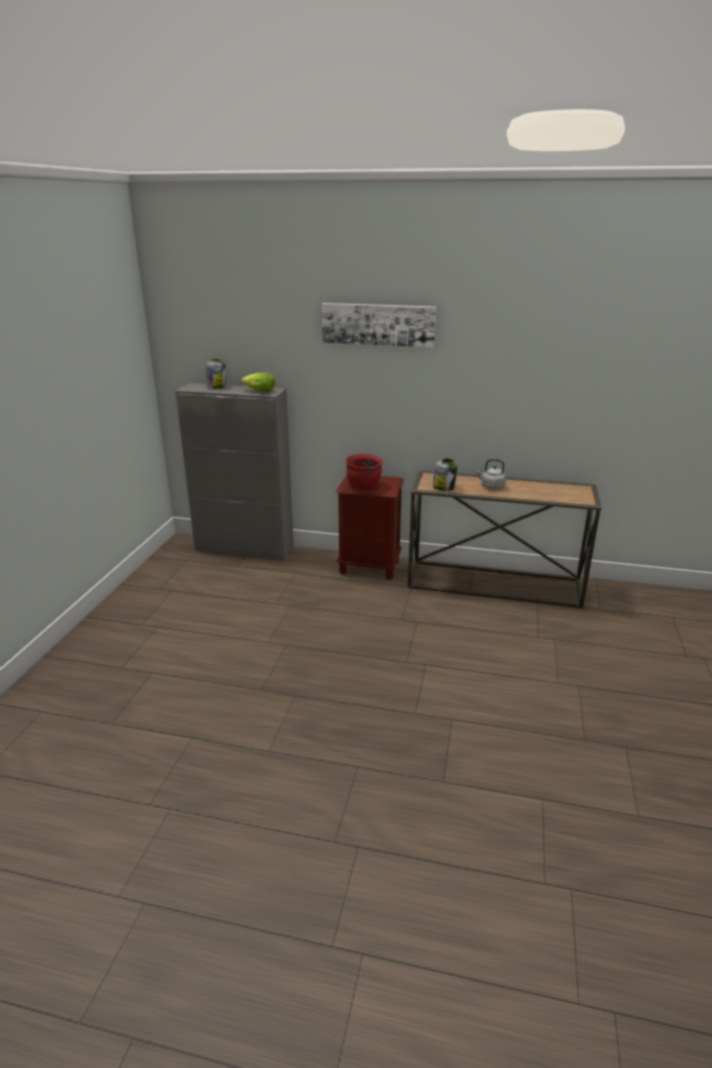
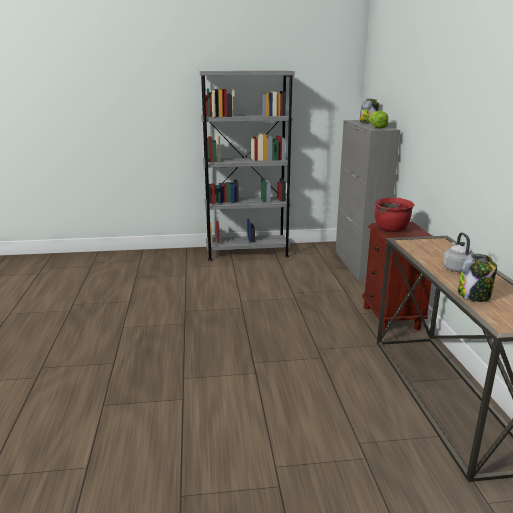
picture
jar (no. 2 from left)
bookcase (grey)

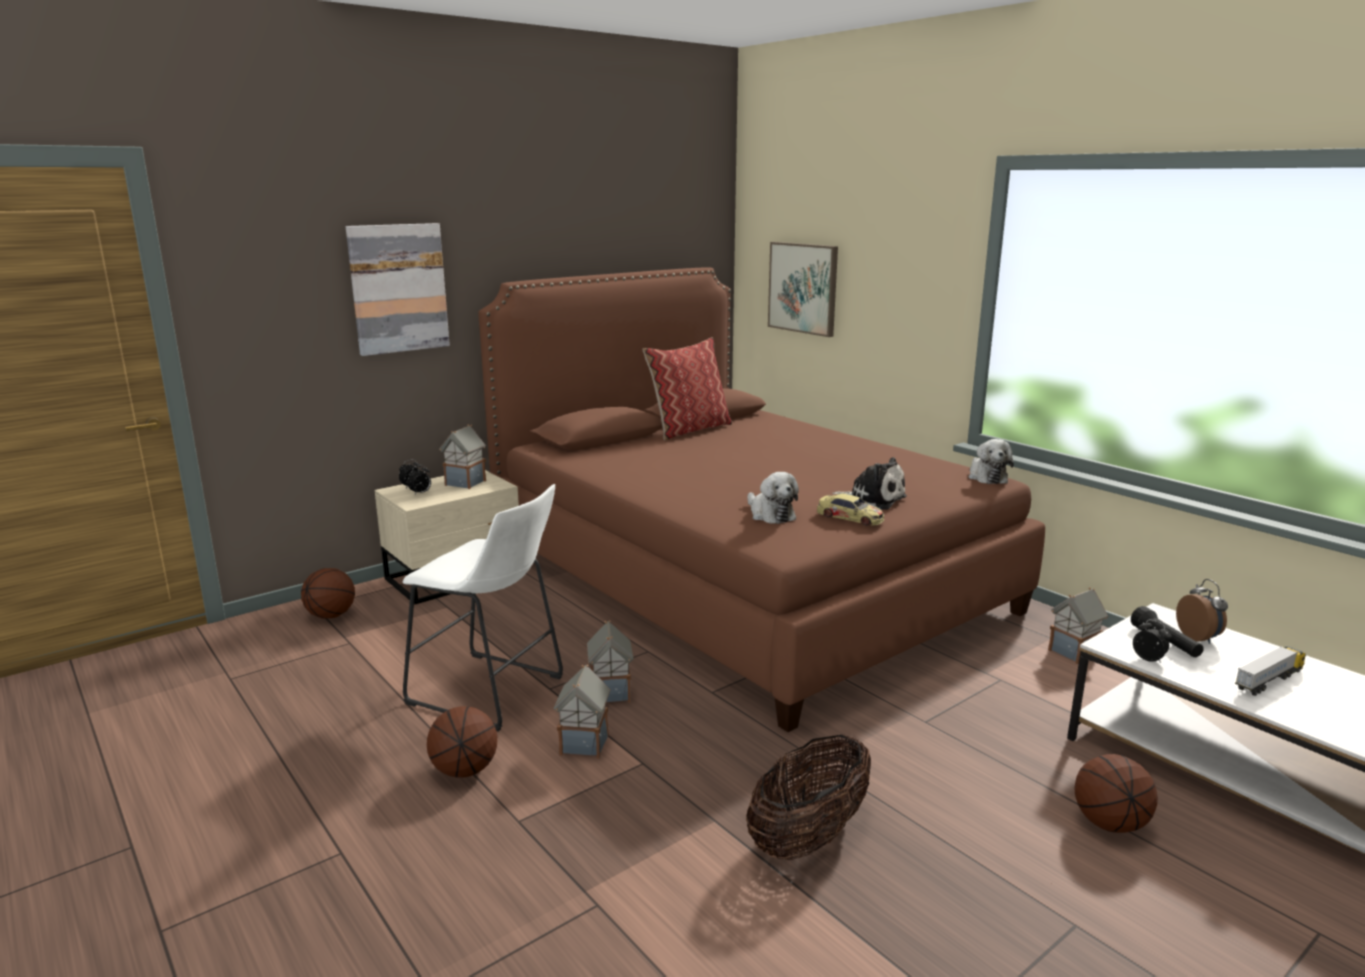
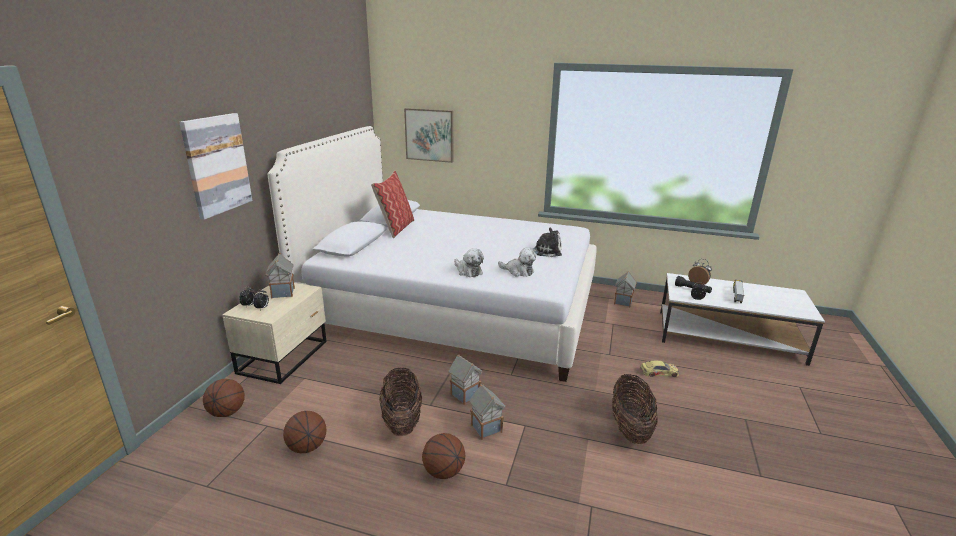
bed (white)
plush toy (no. 1 from left)
basket (no. 1 from left)
toy car
basketball (no. 2 from left)

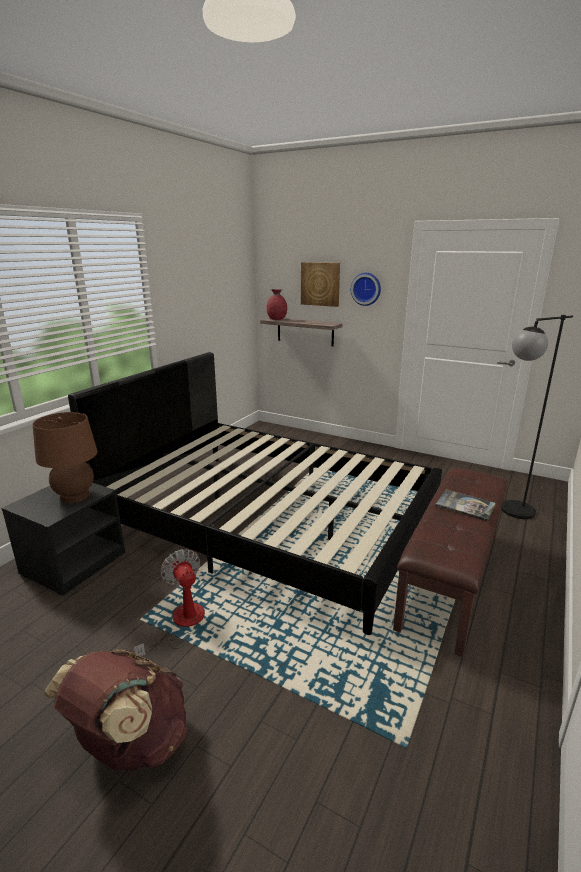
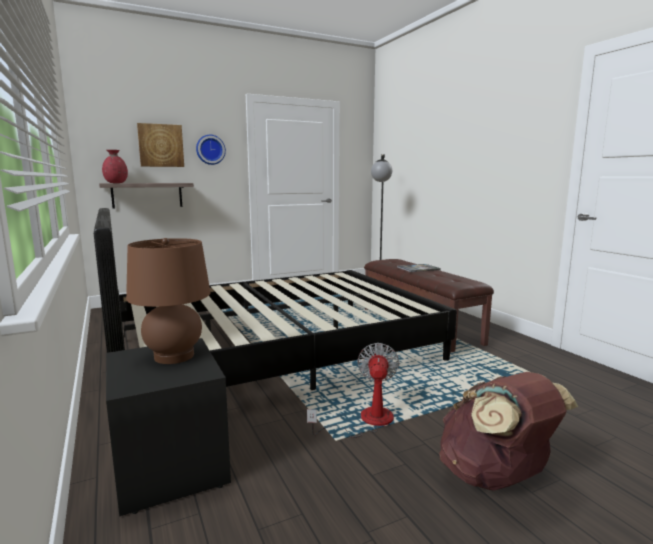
fan

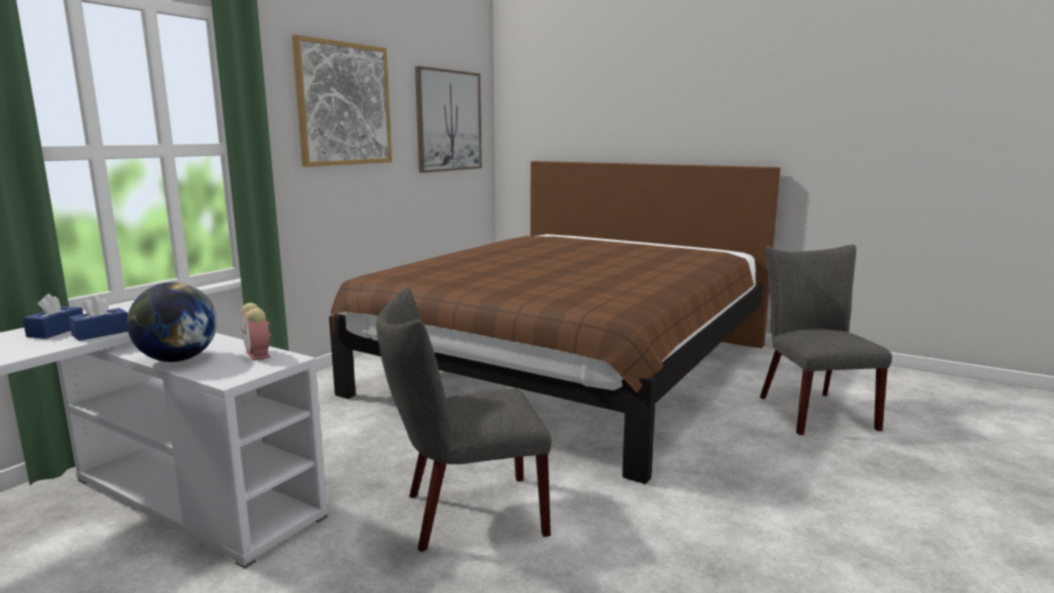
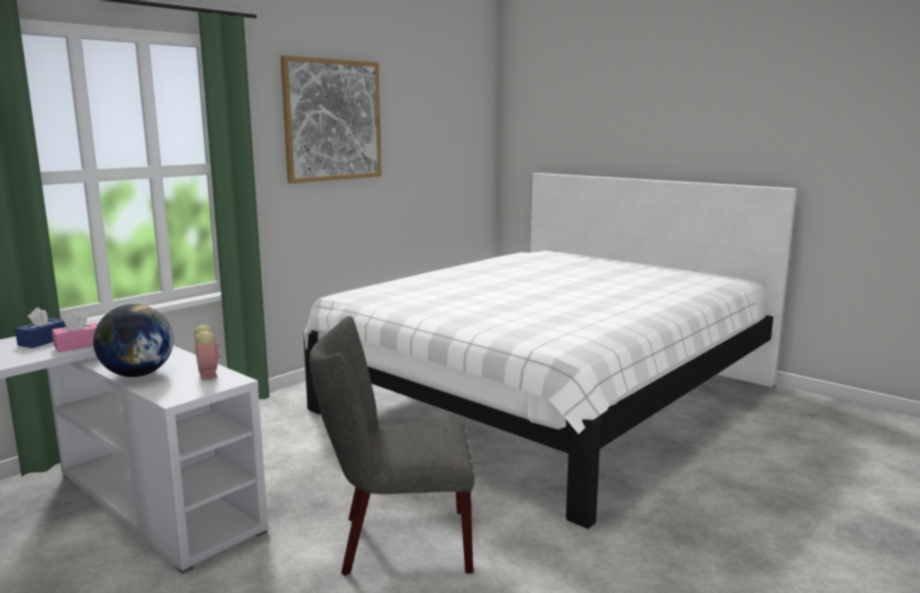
picture (no. 2 from left in the first image)
bed (white)
chair (grey) (no. 2 from left in the first image)
tissue box (pink)

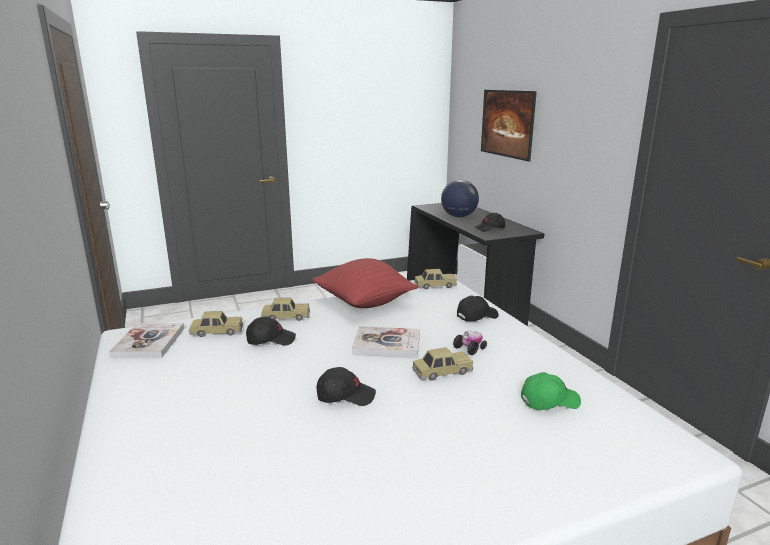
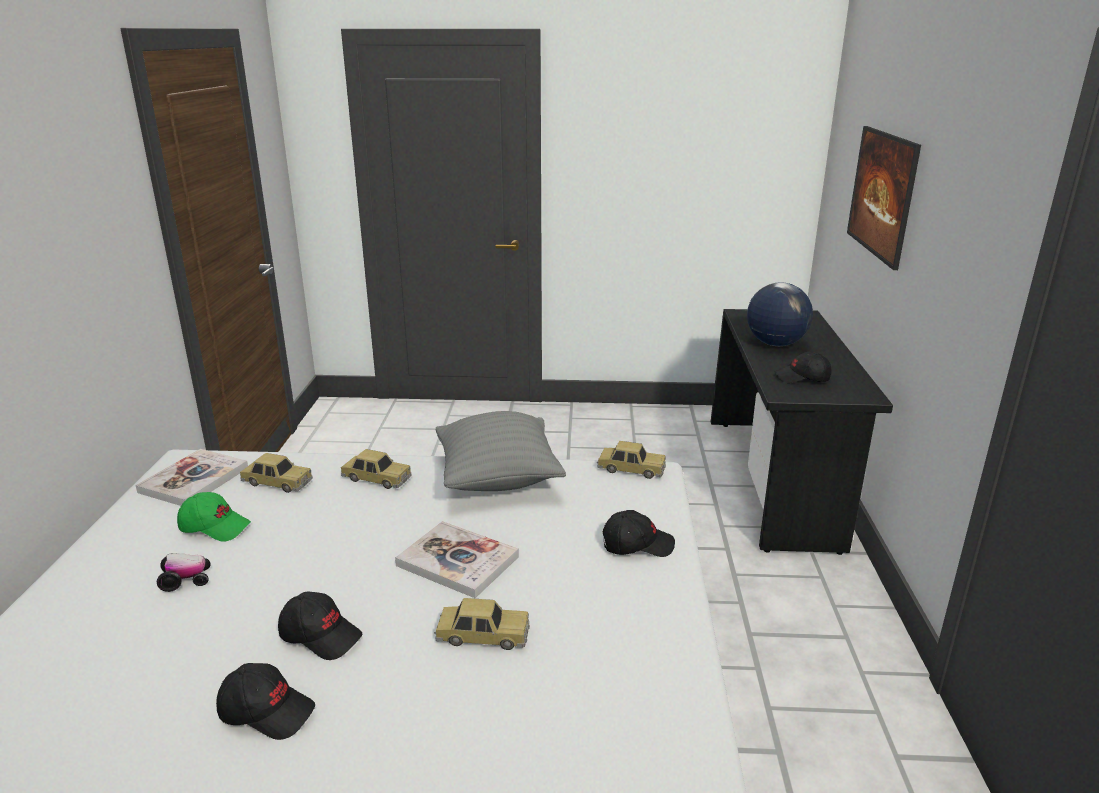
pillow (grey)
cap (black) (no. 1 from left)
toy car (no. 1 from left)
cap (green)

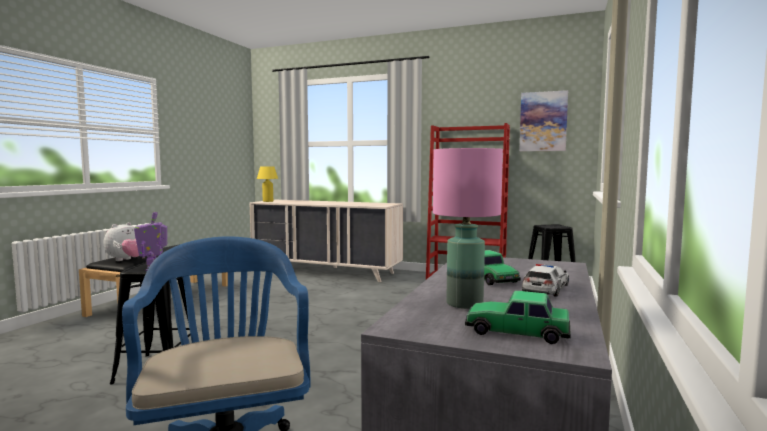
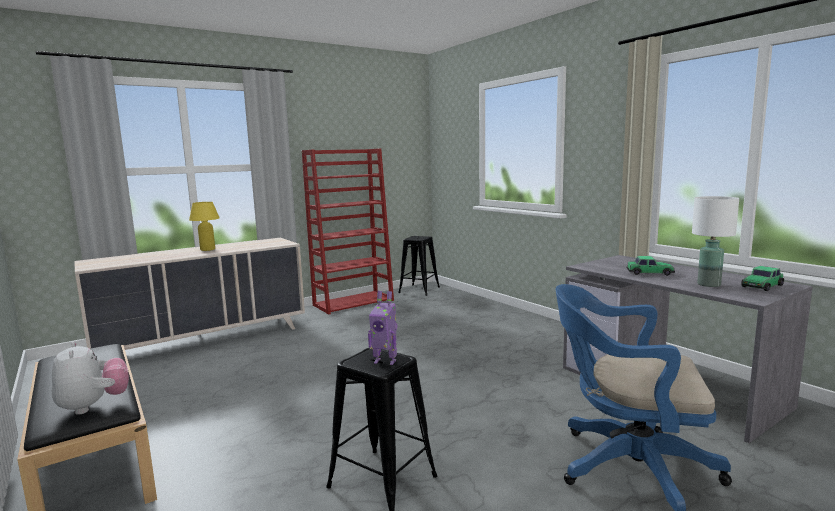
picture
table lamp (white)
table lamp (yellow)
toy car (no. 3 from left in the first image)

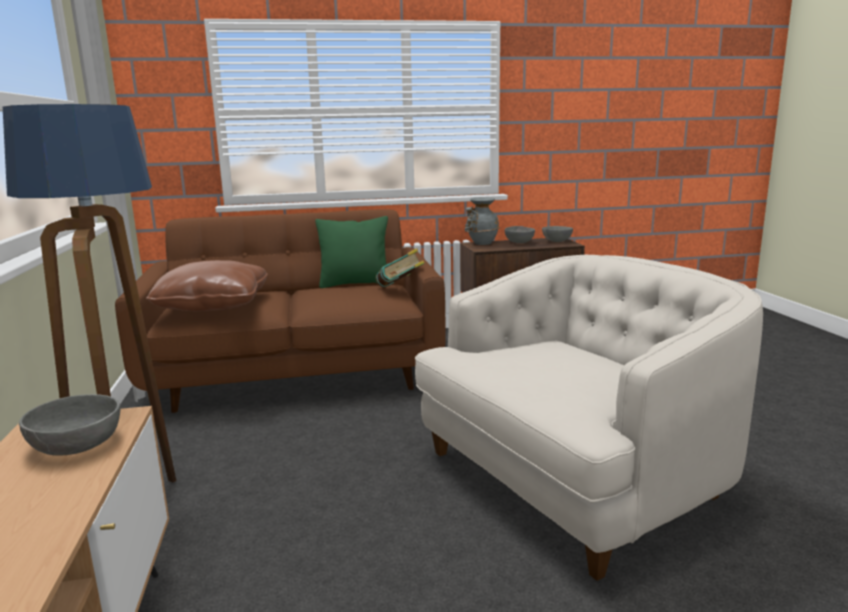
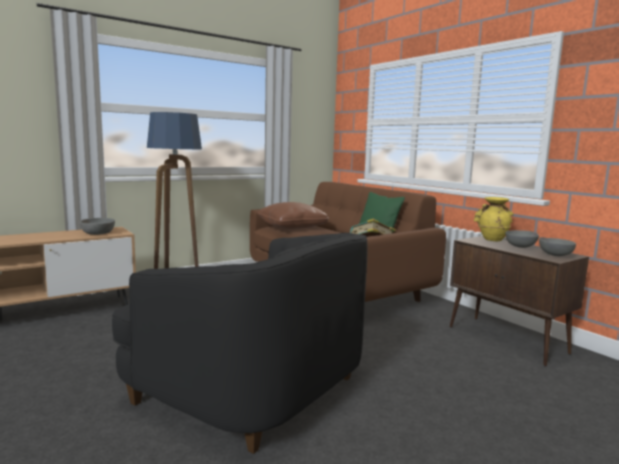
vase (yellow)
armchair (black)

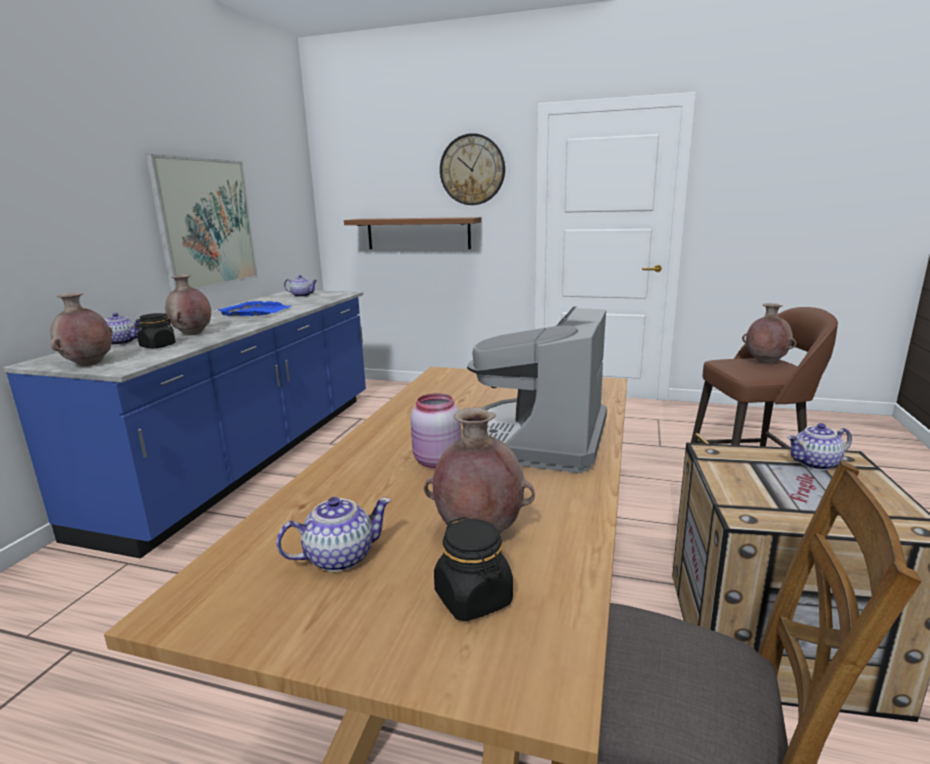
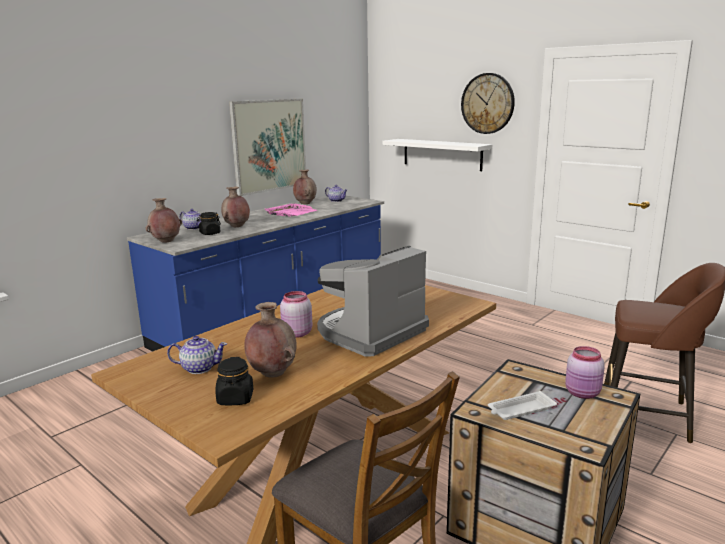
shelf (white)
tray (pink)
vase (brown) (no. 4 from left)
jar (pink) (no. 2 from left)
tray (white)

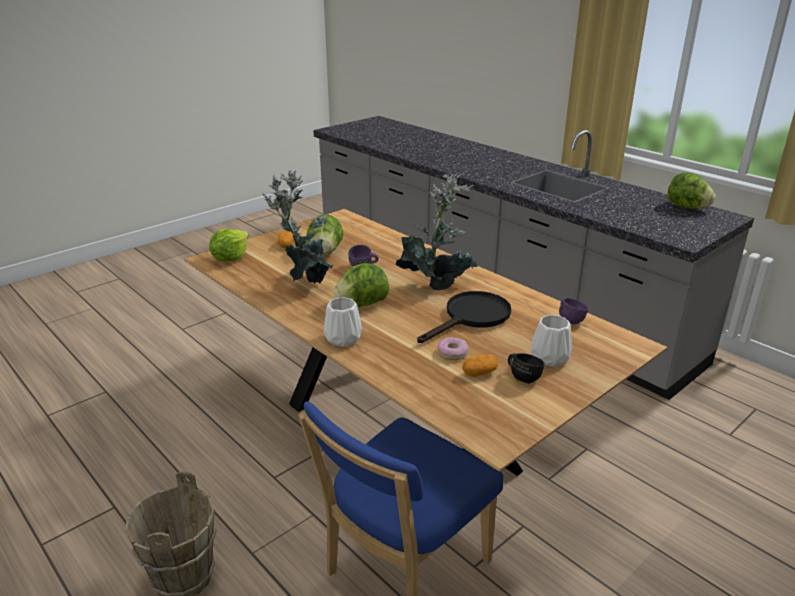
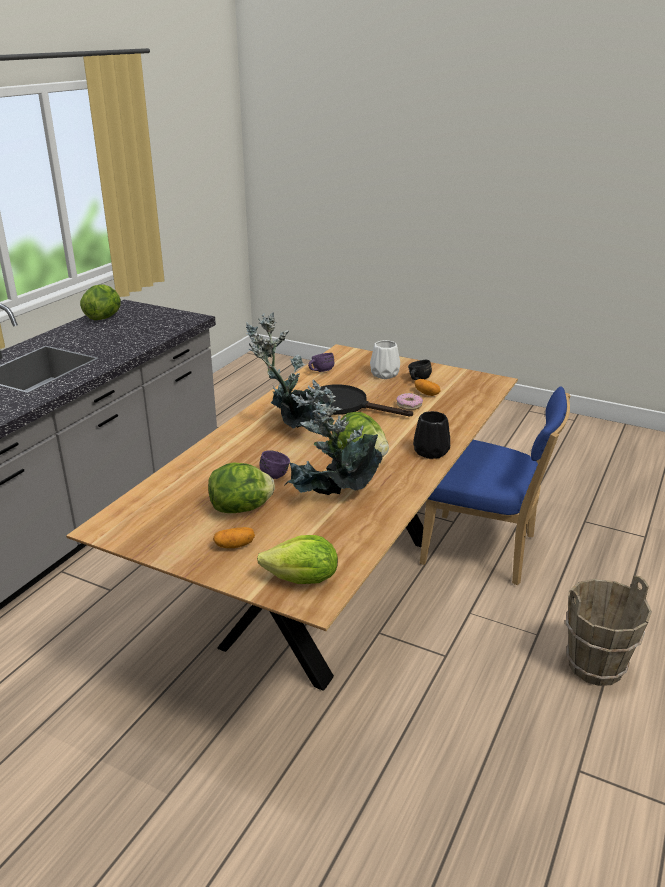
vase (black)

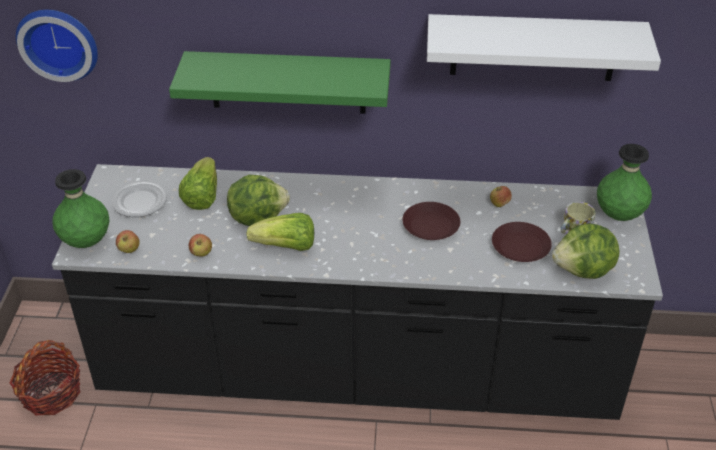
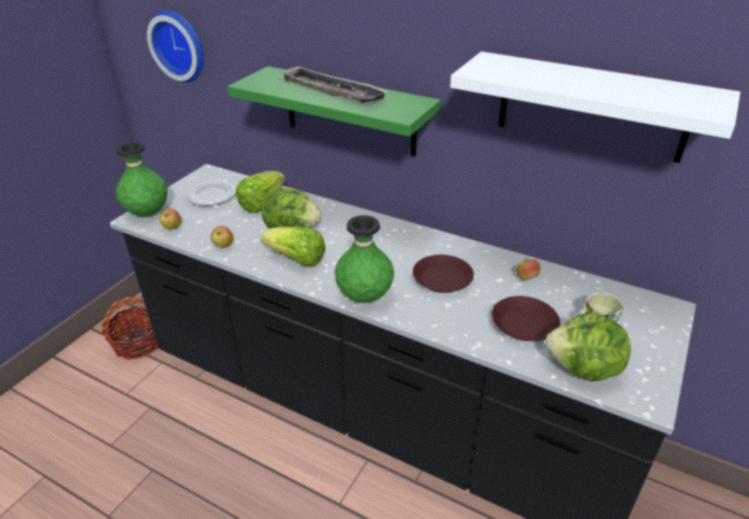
vase (green) (no. 2 from left)
tray

